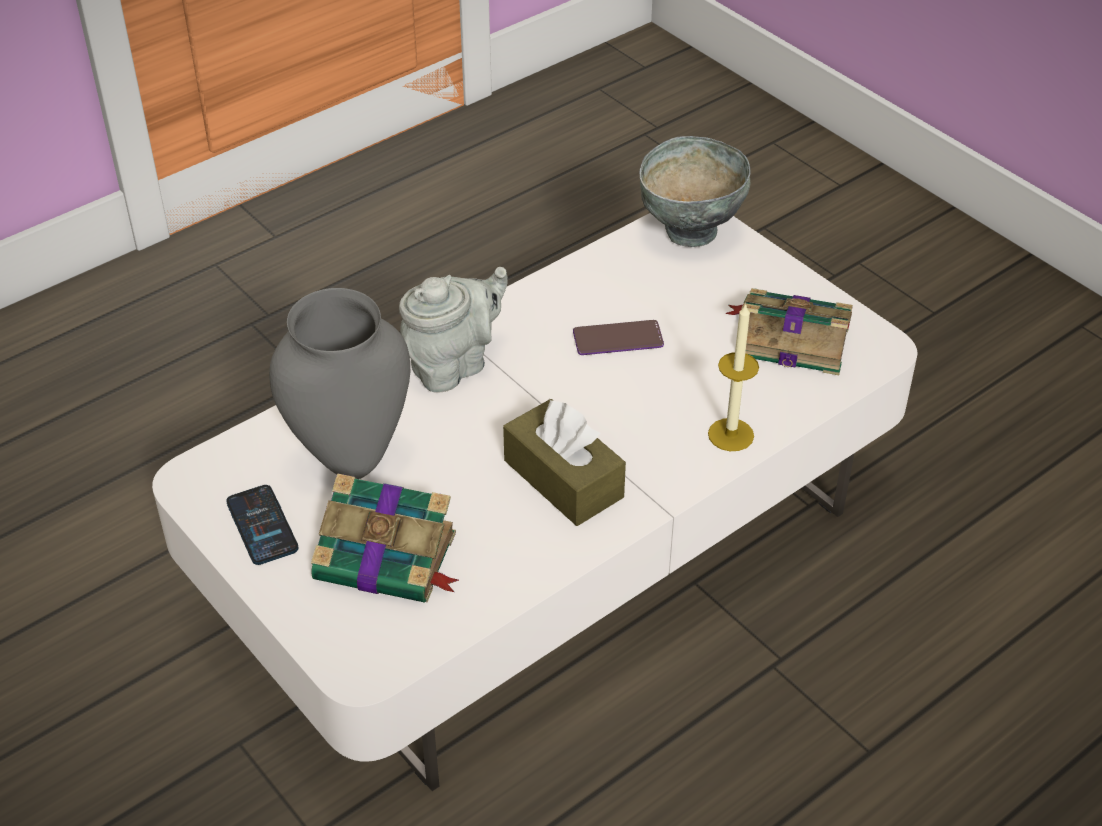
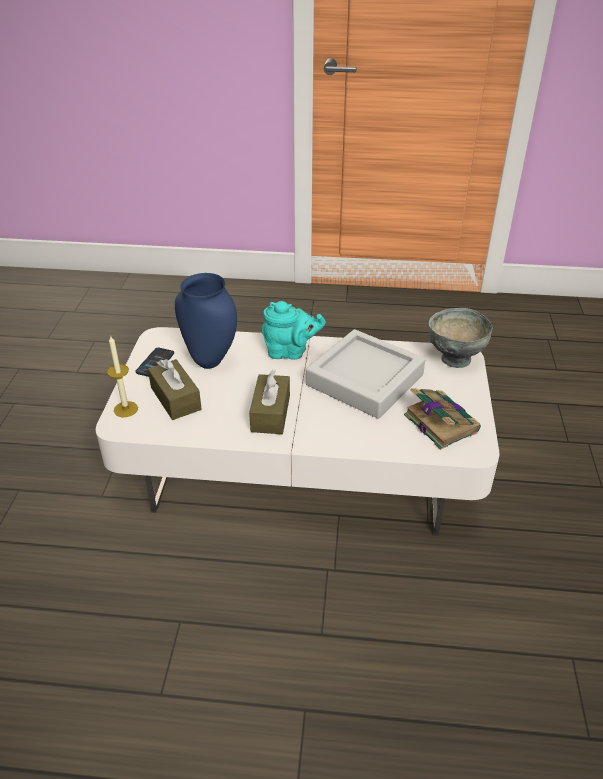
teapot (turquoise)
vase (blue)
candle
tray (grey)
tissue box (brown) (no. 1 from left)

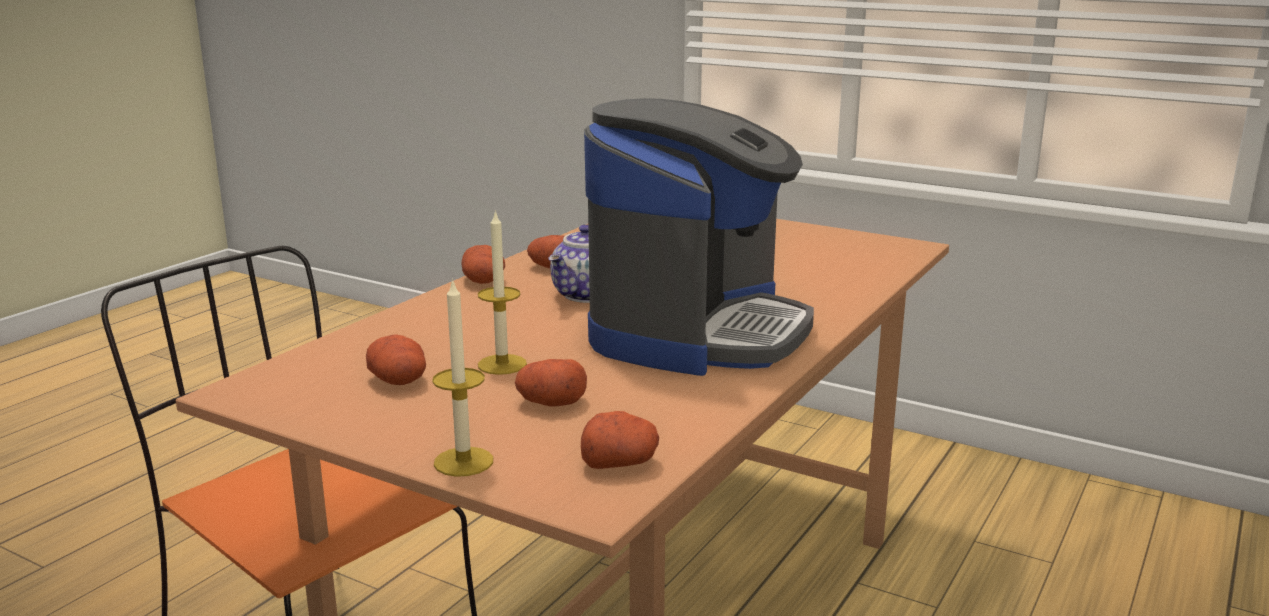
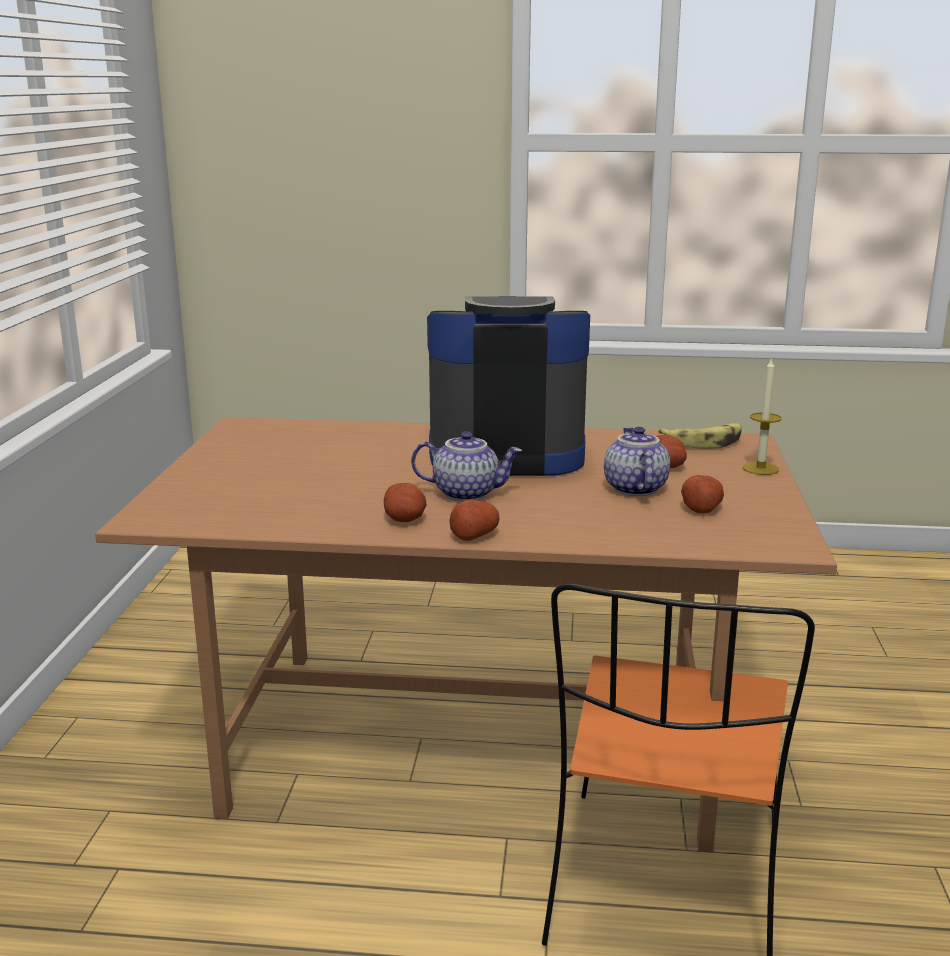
teapot (no. 2 from left)
banana

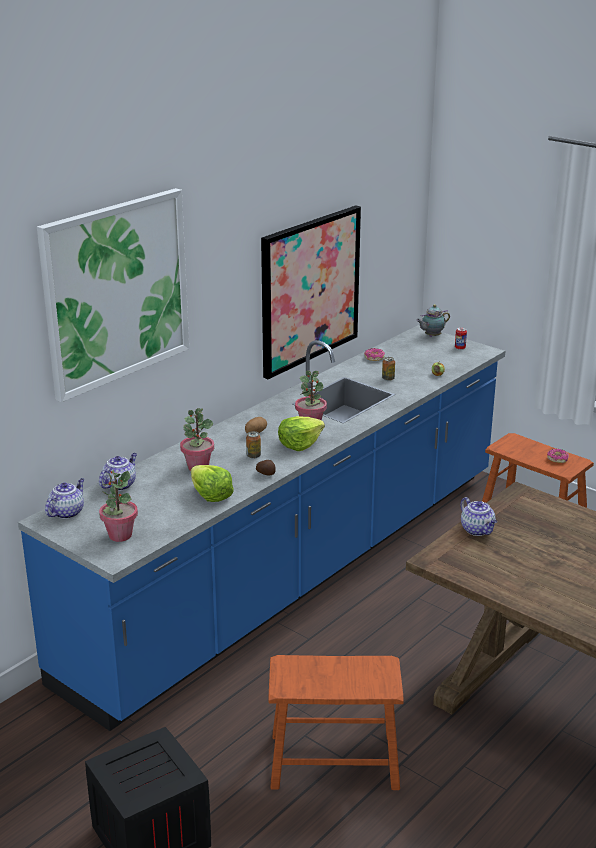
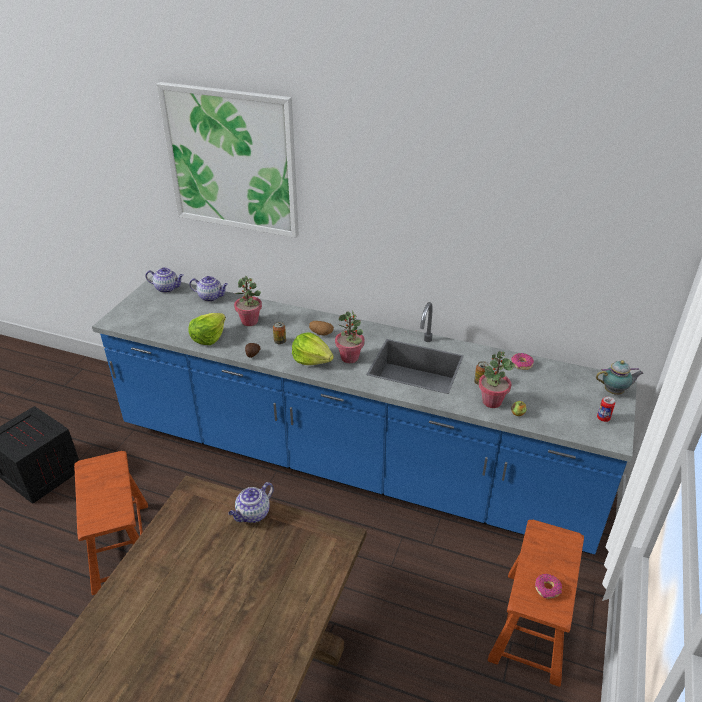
picture (no. 2 from left in the first image)
teapot (no. 4 from left)
potted plant (no. 3 from left)

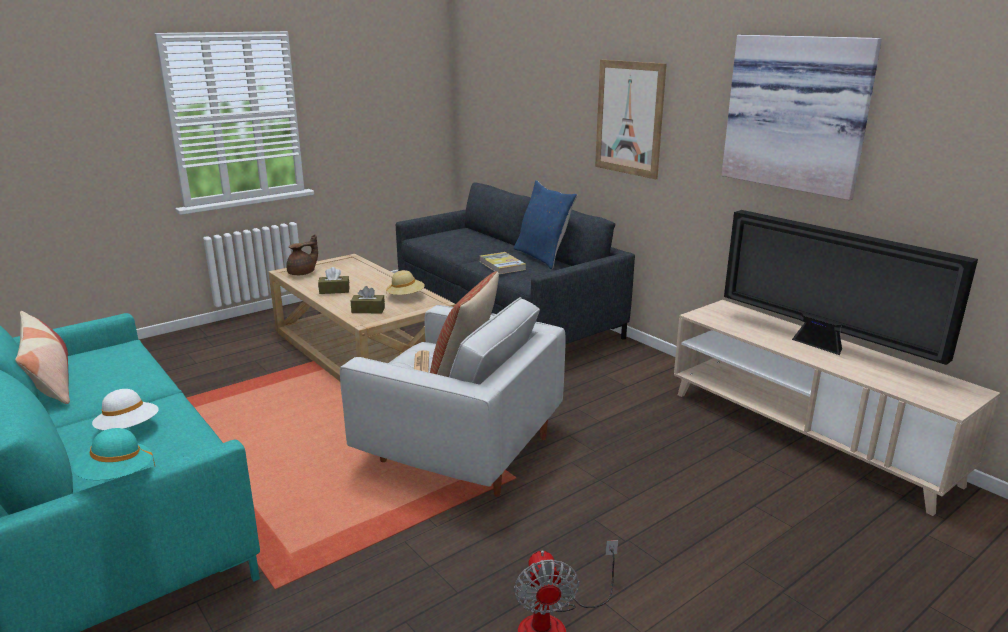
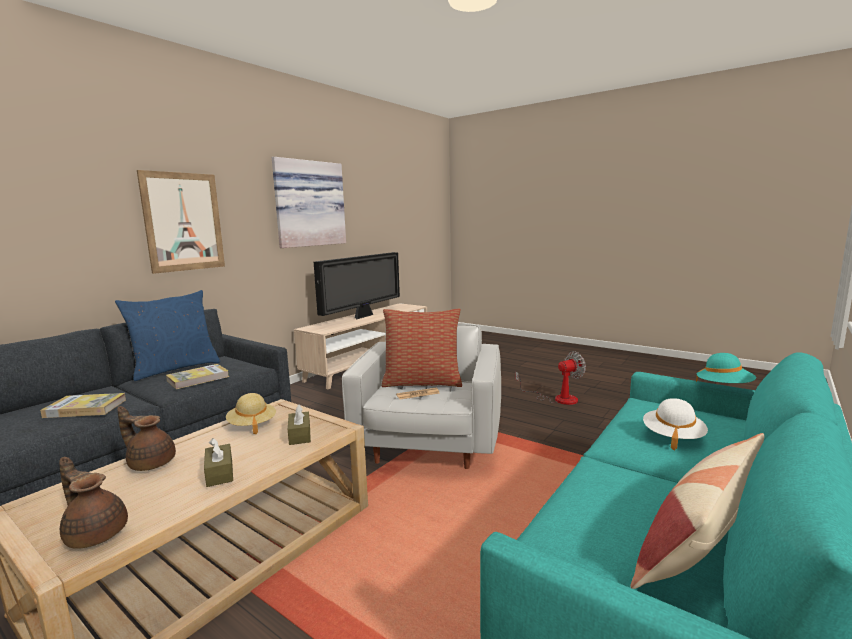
book (no. 1 from left)
teapot (brown) (no. 2 from left)

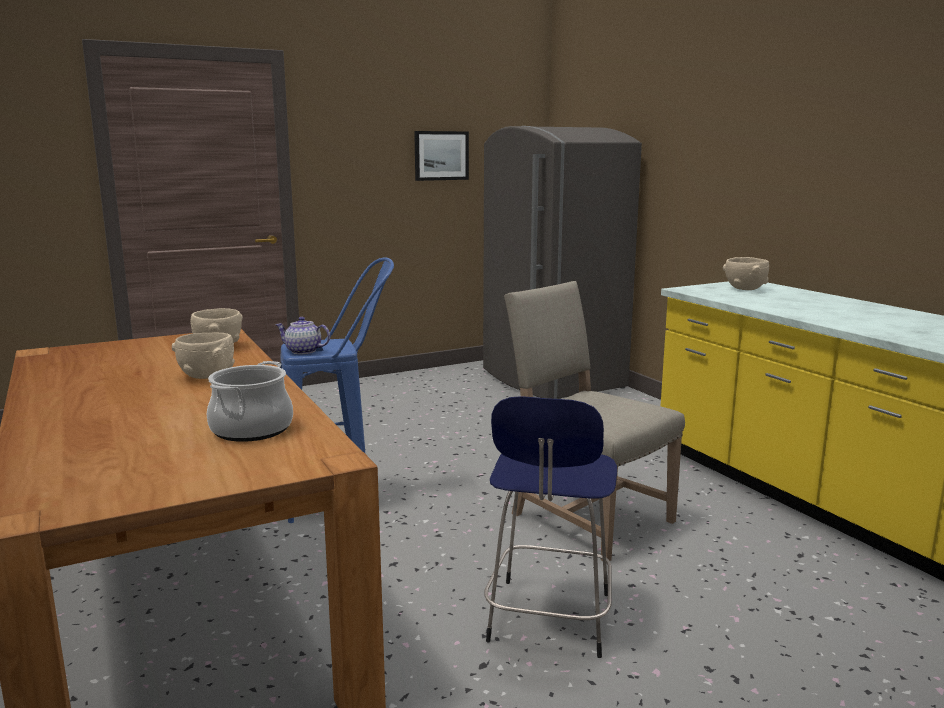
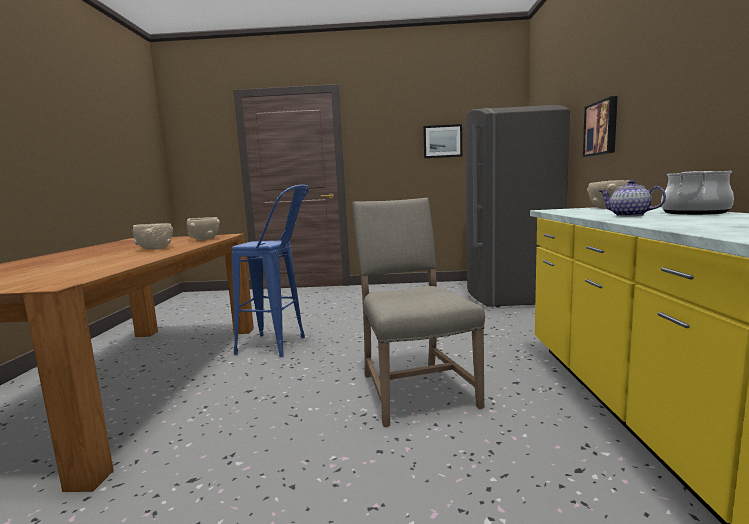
teapot
cooking pot
stool (blue) (no. 2 from left in the first image)
picture (no. 2 from left)

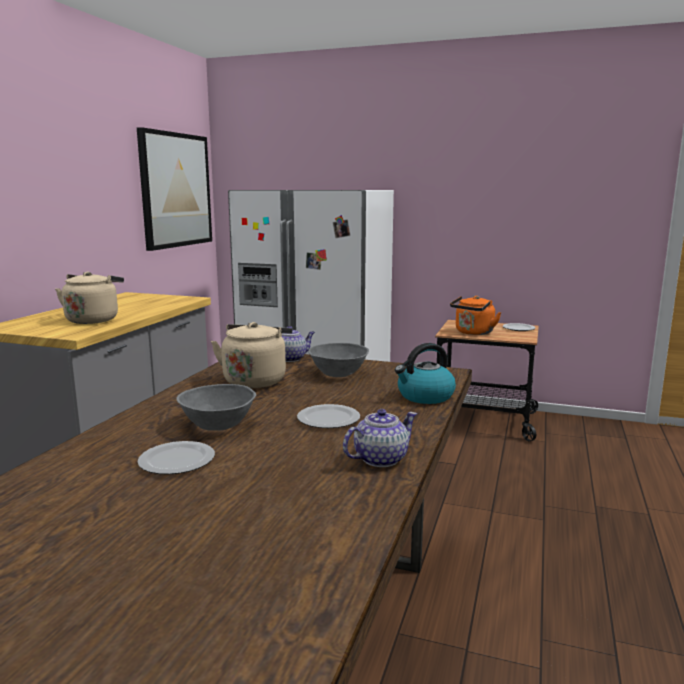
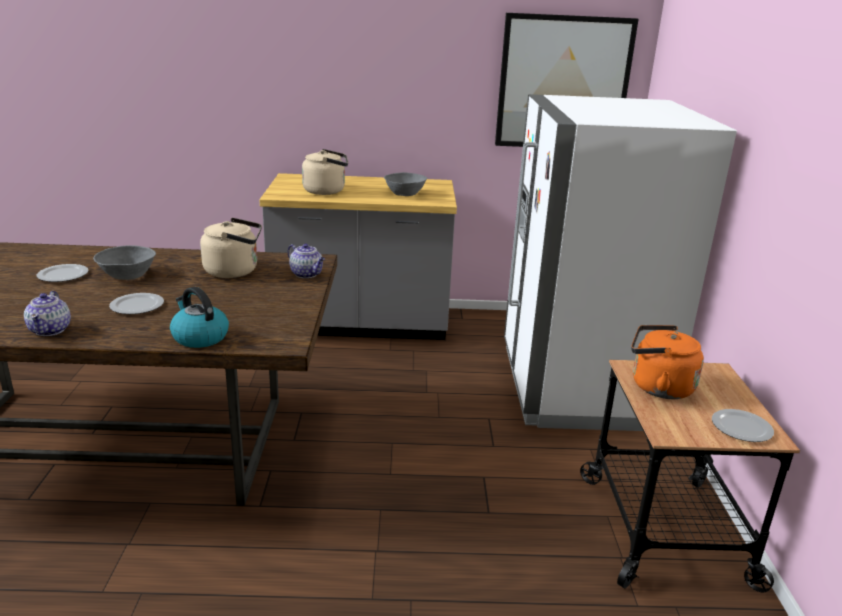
bowl (grey) (no. 2 from left)
teapot (no. 1 from left)

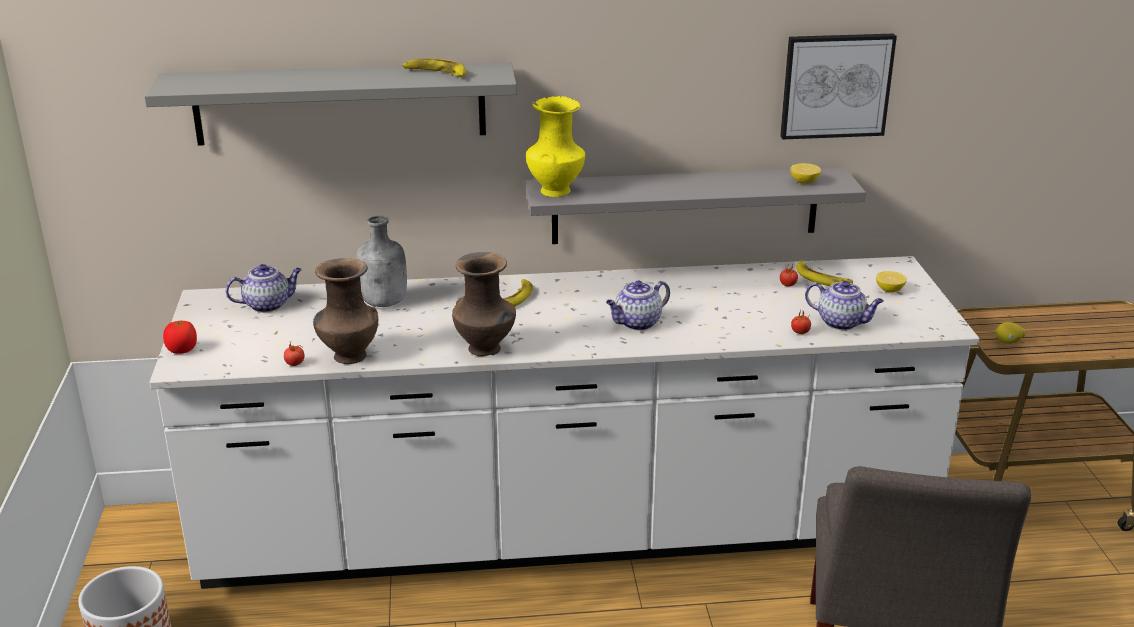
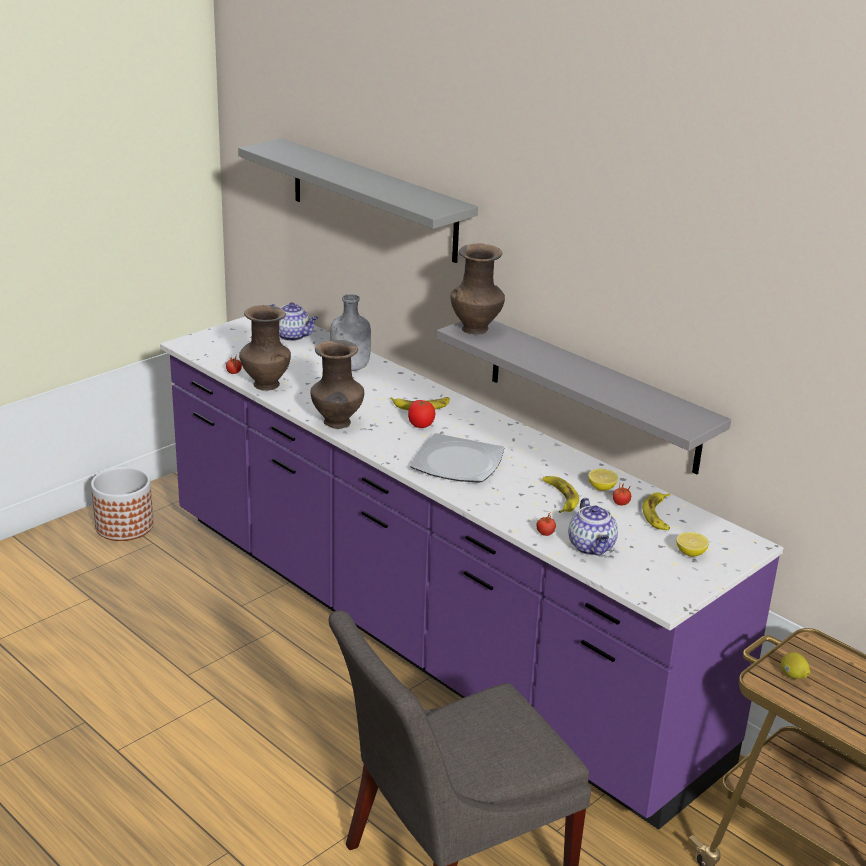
picture
banana (no. 2 from left)
vase (brown) (no. 3 from left)
lemon (no. 1 from left)
counter (purple)
plate
tomato (no. 2 from left)

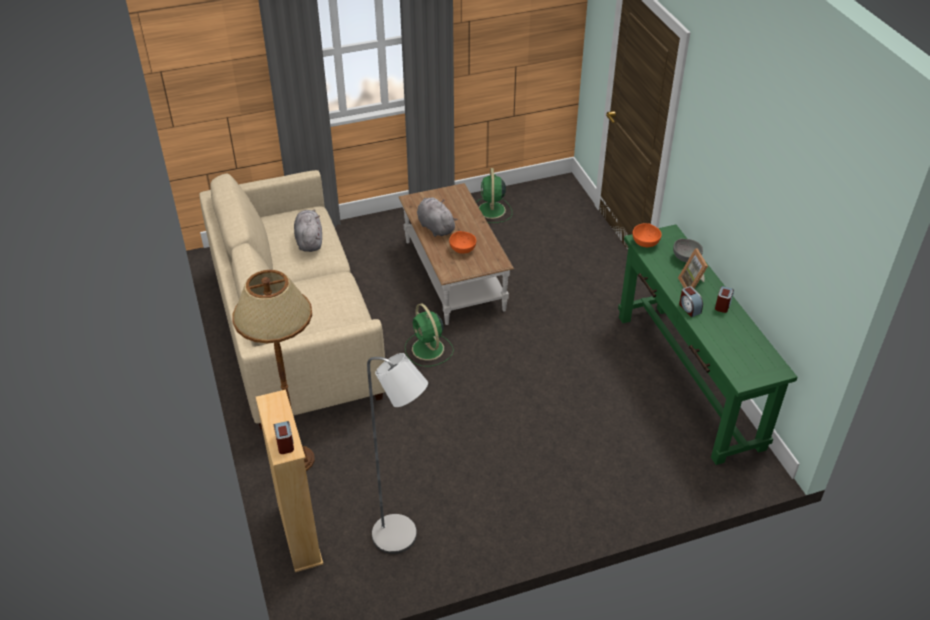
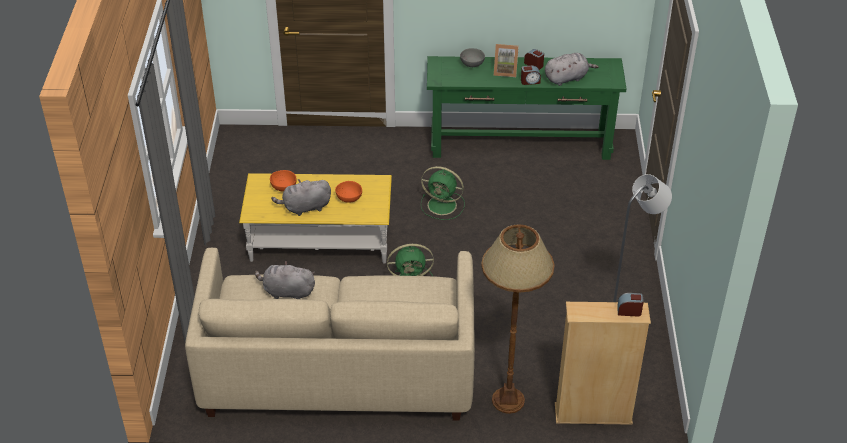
fan (green) (no. 2 from left)
coffee table (yellow)
bowl (orange) (no. 1 from left)
plush toy (grey) (no. 3 from left)

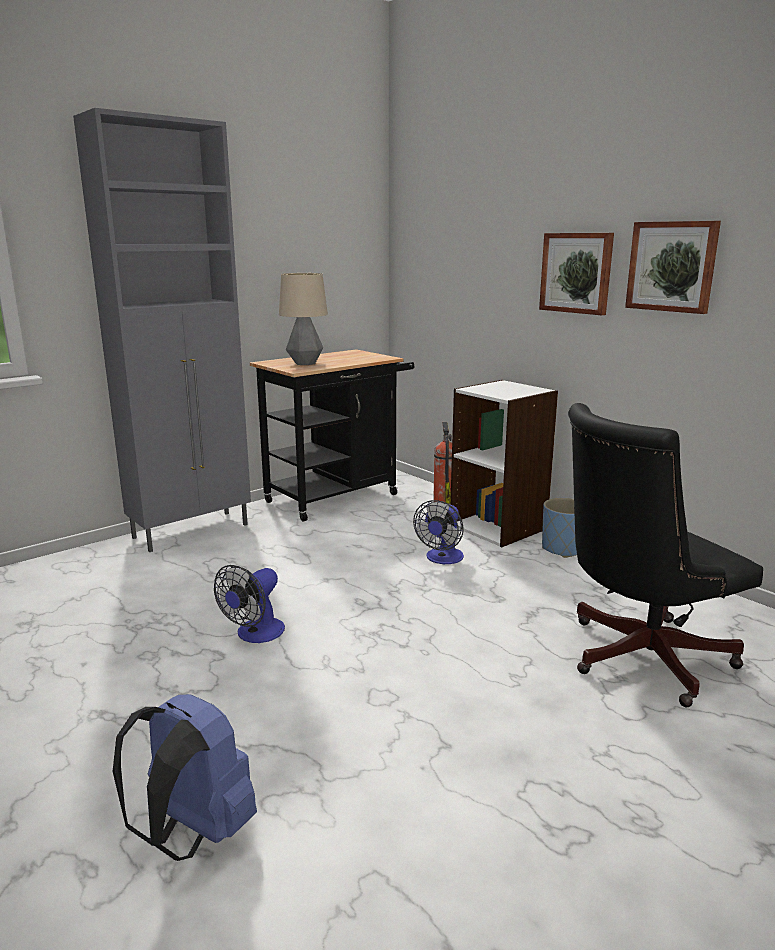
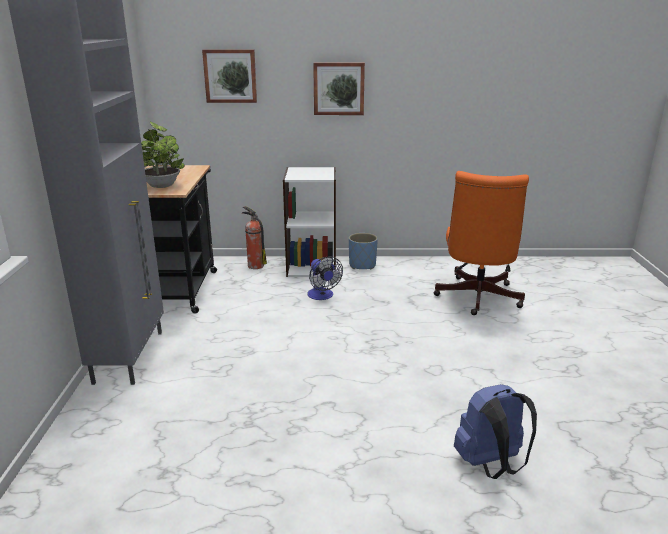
picture (no. 1 from left)
potted plant
office chair (orange)
fan (no. 1 from left in the first image)

